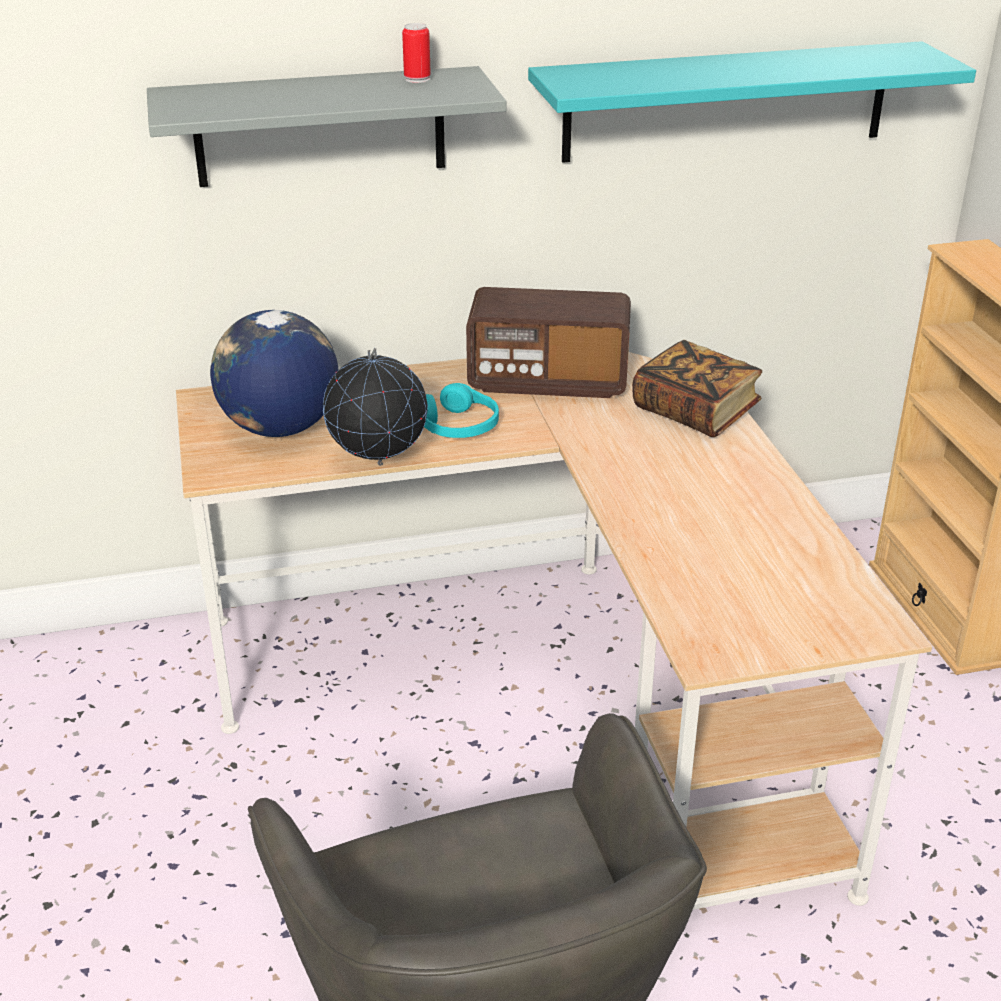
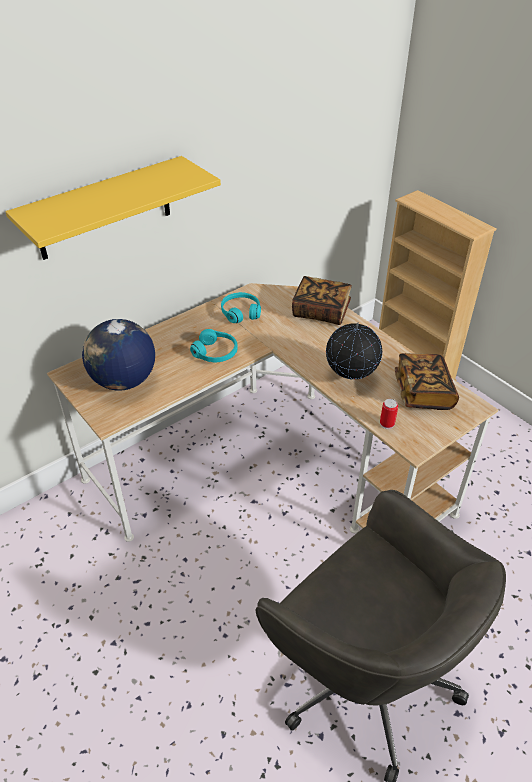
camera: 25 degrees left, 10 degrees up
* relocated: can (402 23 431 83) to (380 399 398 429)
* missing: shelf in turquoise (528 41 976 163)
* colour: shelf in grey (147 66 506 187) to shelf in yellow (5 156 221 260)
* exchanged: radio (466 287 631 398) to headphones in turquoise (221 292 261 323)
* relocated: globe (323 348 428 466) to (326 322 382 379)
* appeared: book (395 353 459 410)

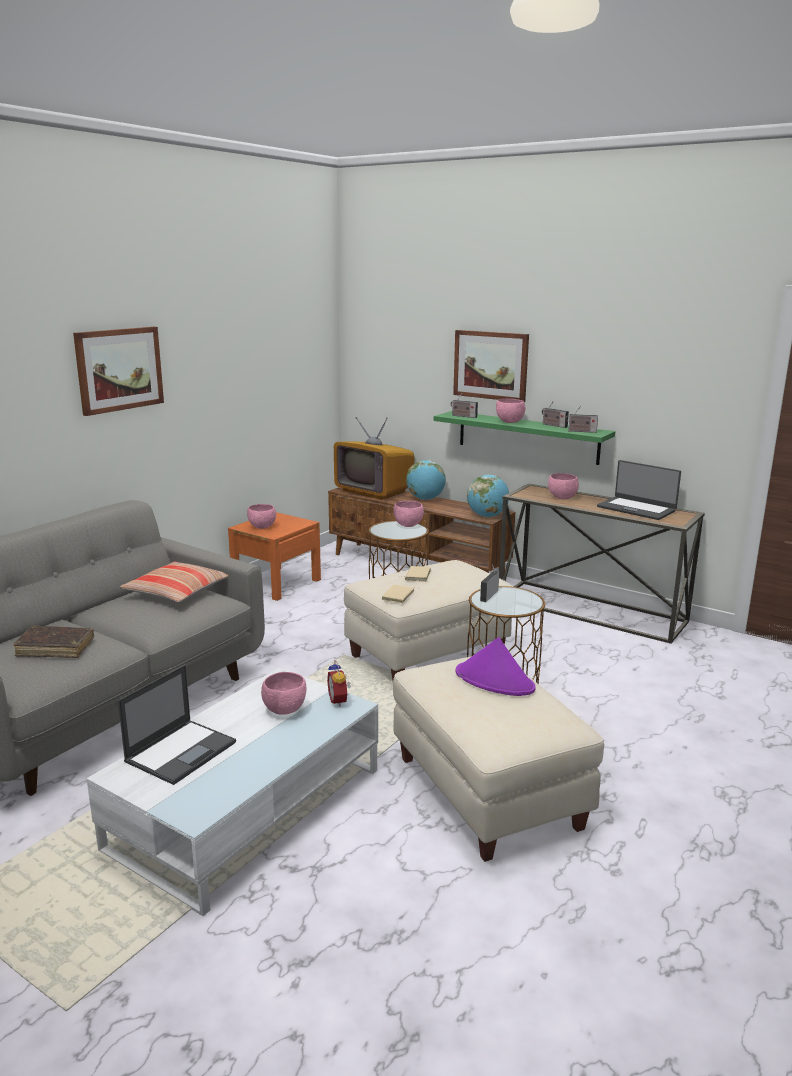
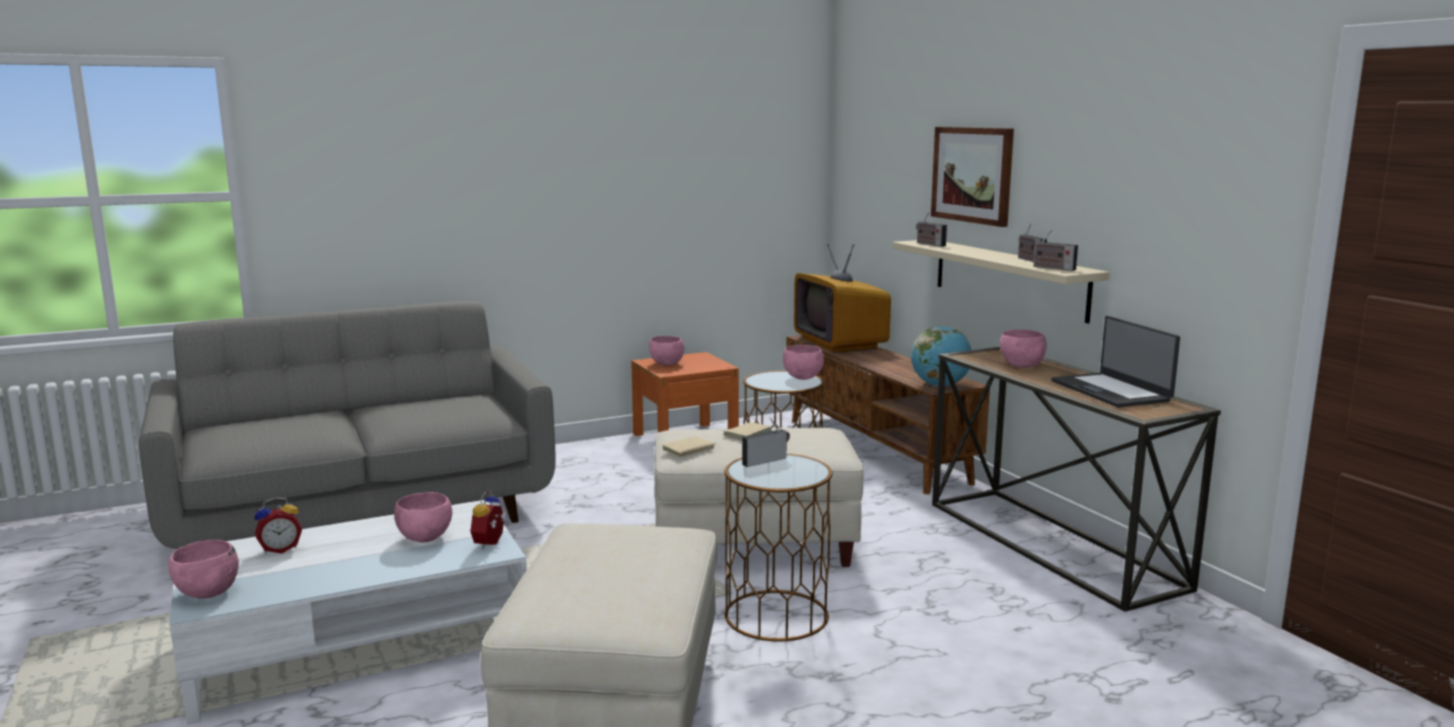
camera: 30 degrees right, 5 degrees down
* missing: picture (73 327 164 416)
* relocated: bowl in pink (496 399 526 423) to (168 540 239 599)
* colour: shelf in green (434 411 615 465) to shelf in beige (892 240 1110 324)
* missing: globe (406 460 446 500)
* missing: pillow (119 561 229 602)
* missing: book in brown (14 626 94 658)
* missing: hat in purple (456 637 536 696)
* exchanged: laptop (118 665 236 785) to alarm clock (255 497 302 554)

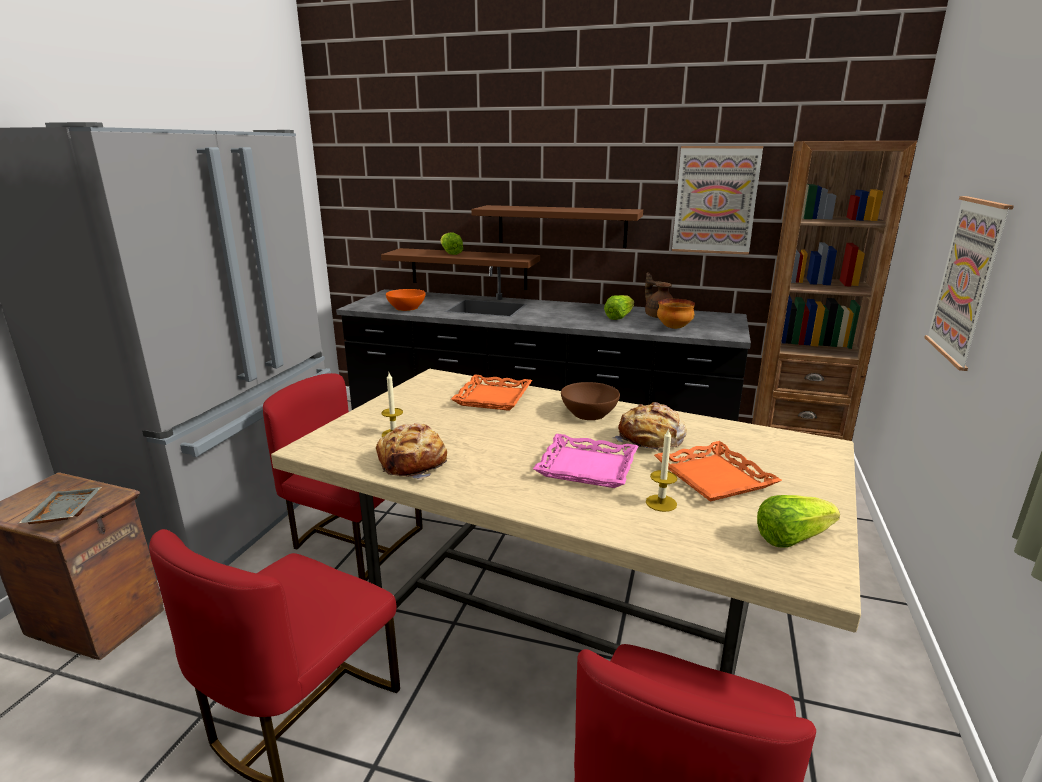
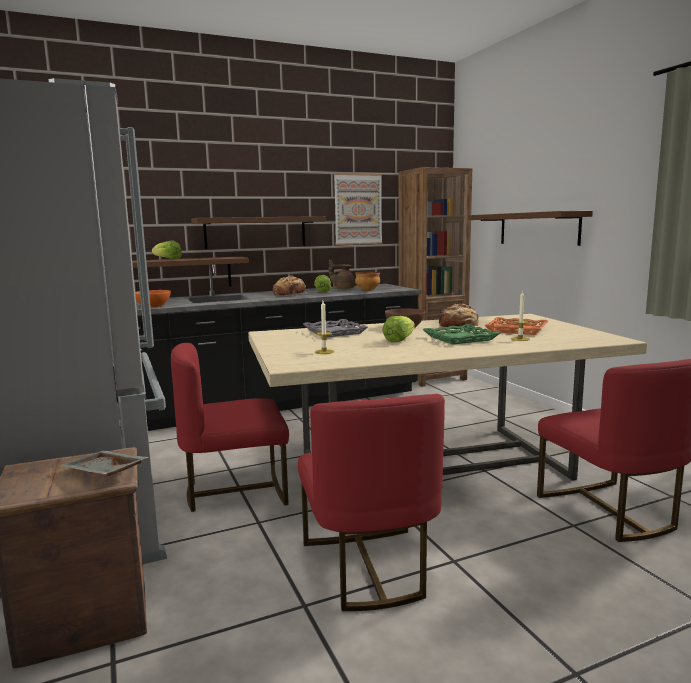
camera: 40 degrees left, 10 degrees down
* exchanged: picture (924 196 1014 371) to shelf in brown (469 211 593 246)
* colour: tray in orange (451 375 532 411) to tray in grey (303 319 368 337)
* relocated: bread (376 423 449 480) to (273 275 307 296)
* colour: tray in pink (533 434 638 488) to tray in green (422 324 500 345)
* relocated: lettuce (757 495 840 548) to (382 316 415 343)

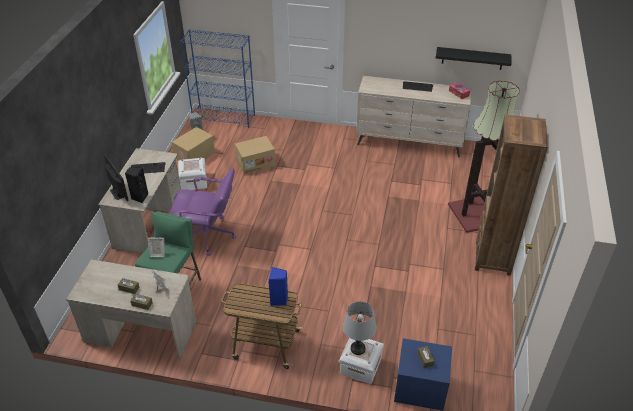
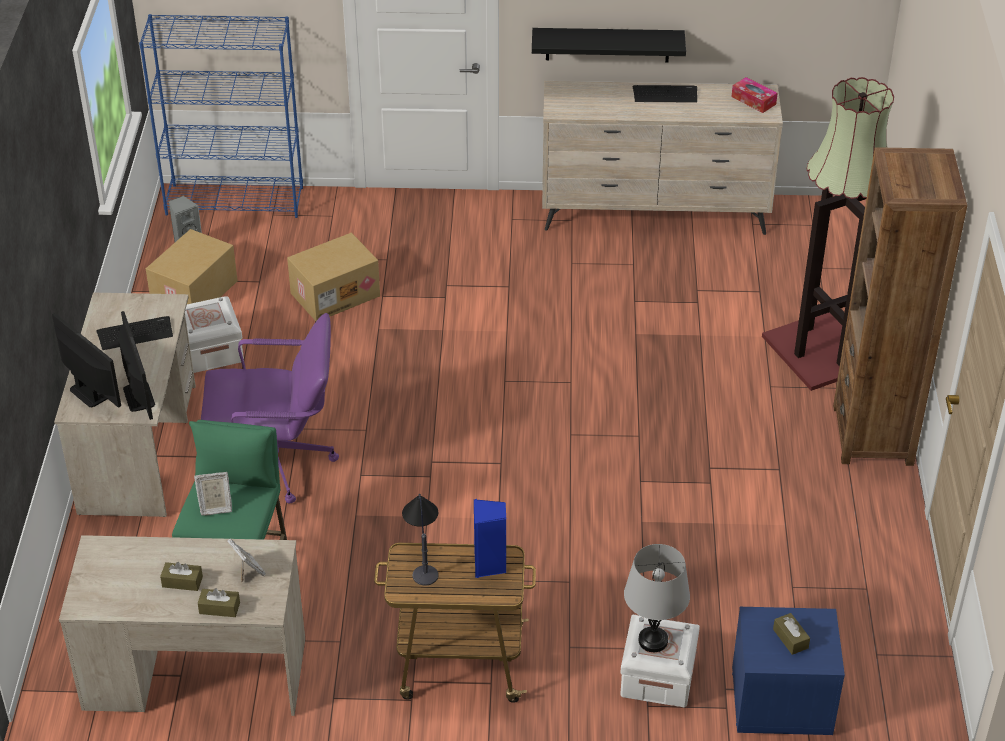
camera: 10 degrees left, 0 degrees up
* relocated: shelf in black (436 47 511 70) to (532 28 686 62)
* exchanged: speaker in black (125 167 148 203) to monitor (118 311 155 420)
* appeared: table lamp (402 494 439 585)

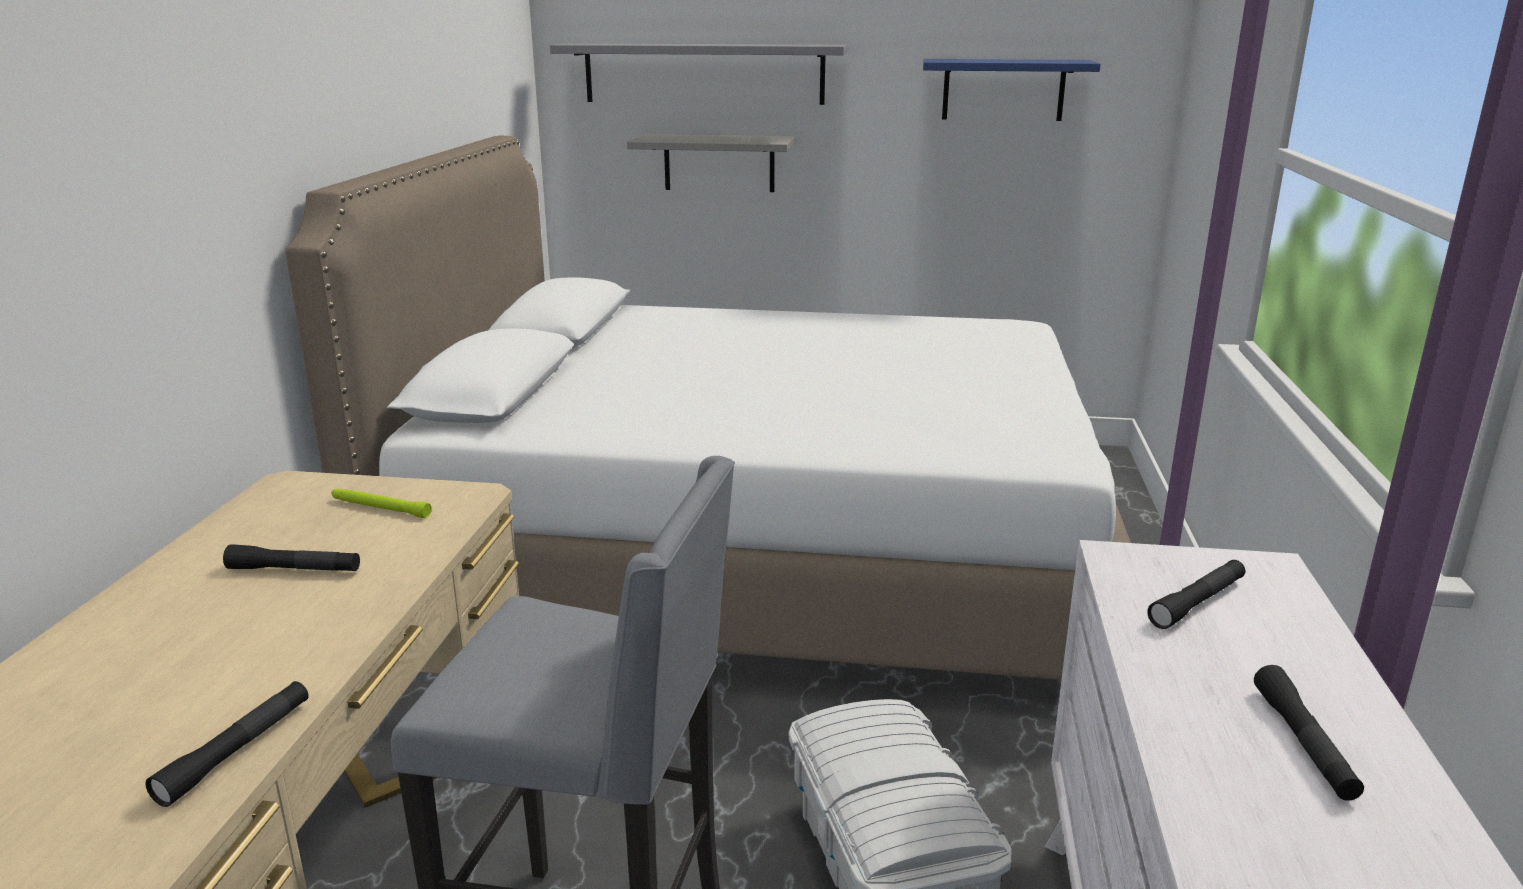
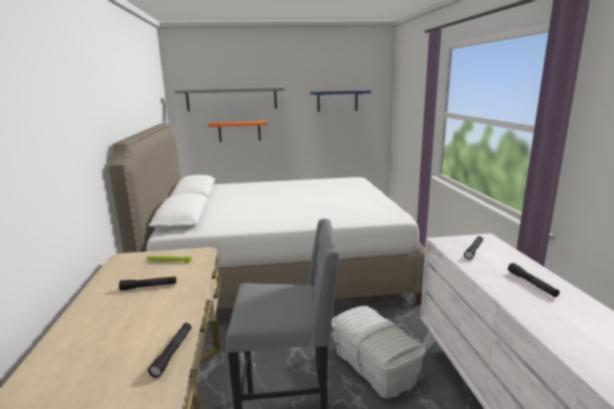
camera: 15 degrees left, 5 degrees down
* colour: shelf in grey (627 134 795 192) to shelf in orange (208 120 268 142)

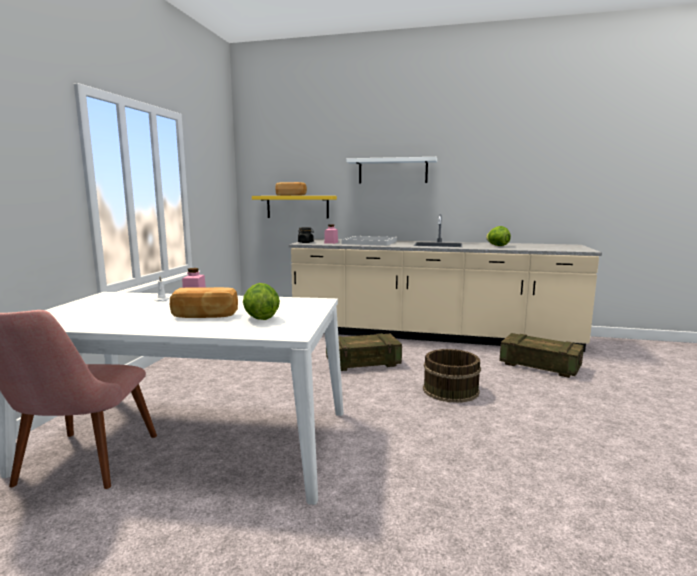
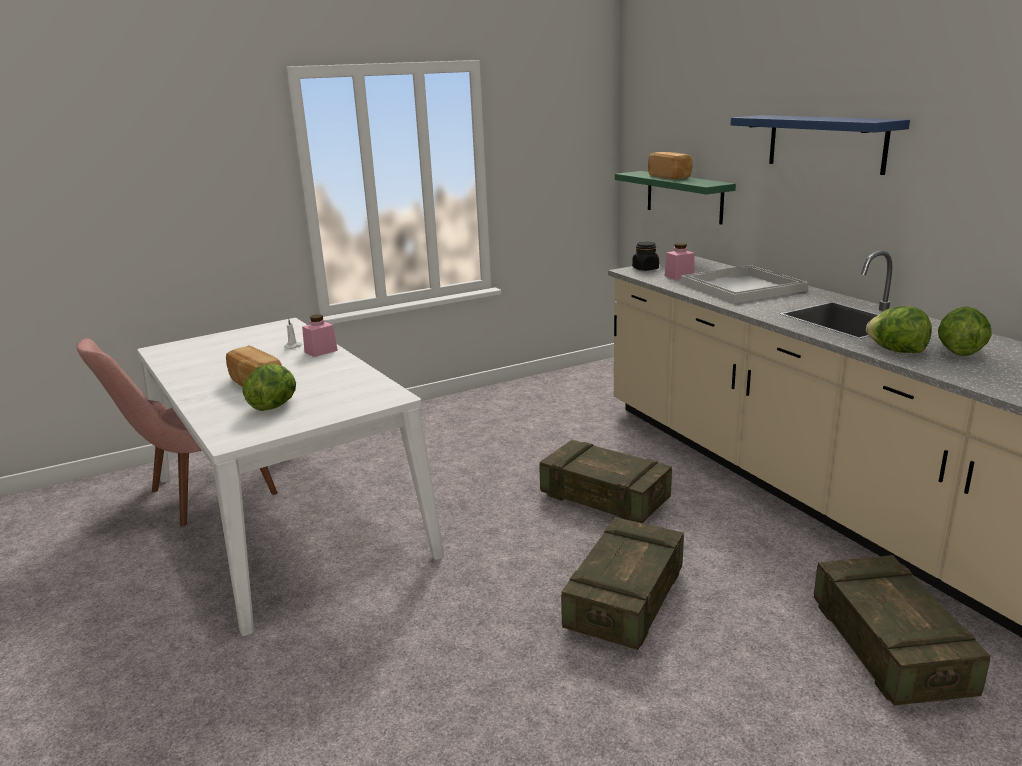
camera: 50 degrees right, 10 degrees up
* colour: shelf in white (346 157 437 184) to shelf in blue (731 115 910 175)
* colour: shelf in yellow (252 196 337 219) to shelf in green (615 171 736 225)
* exchanged: bucket in brown (423 349 481 403) to crate (561 517 684 650)
* appeared: lettuce (866 306 932 353)

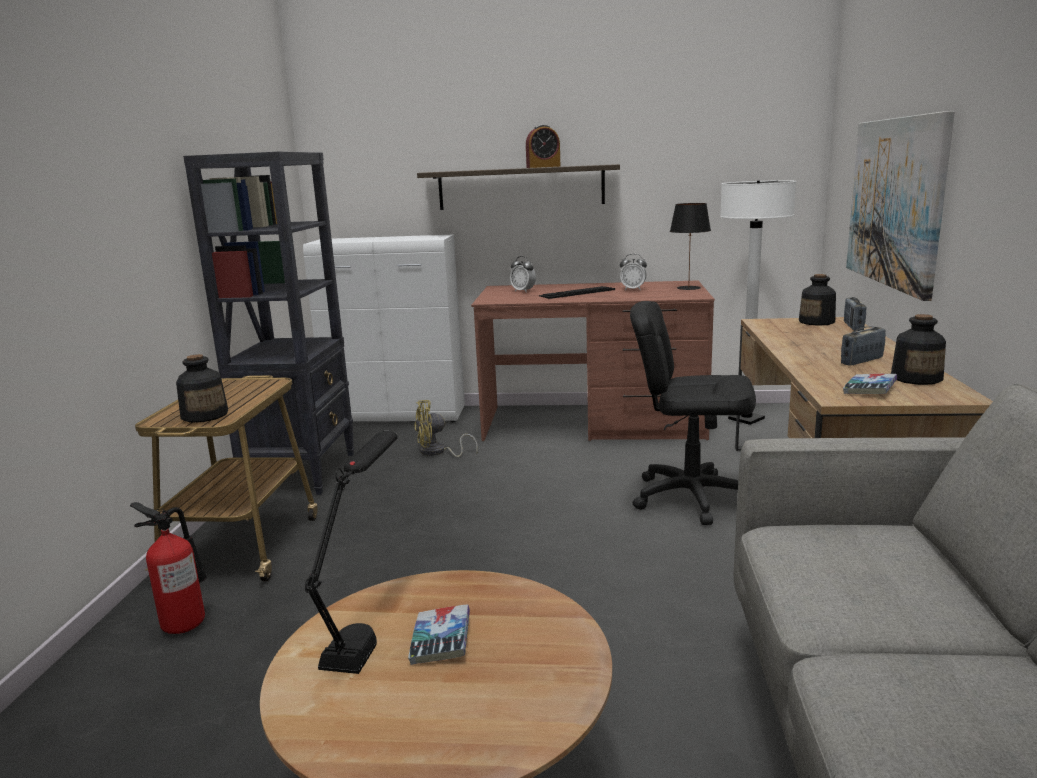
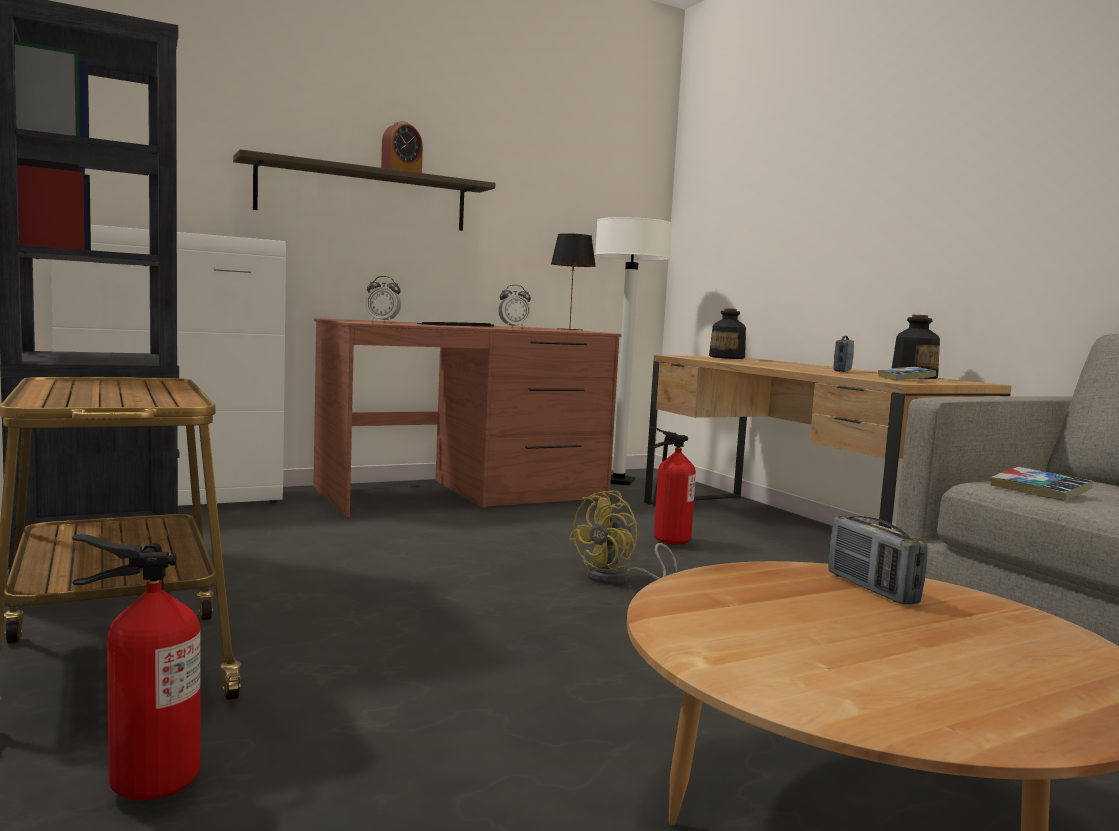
camera: 35 degrees left, 10 degrees down
* missing: picture (846 111 955 301)
* relocated: radio (844 297 866 331) to (829 516 927 604)
* exchanged: office chair in black (630 301 756 525) to fire extinguisher (648 426 696 545)
* missing: bottle (176 354 228 423)
* relocated: fan in yellow (414 400 478 457) to (568 490 677 584)
* missing: table lamp in black (305 431 398 674)
* relocated: book (408 604 470 665) to (991 467 1093 501)

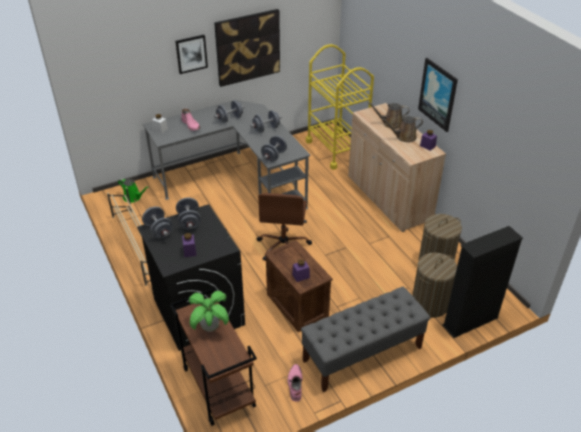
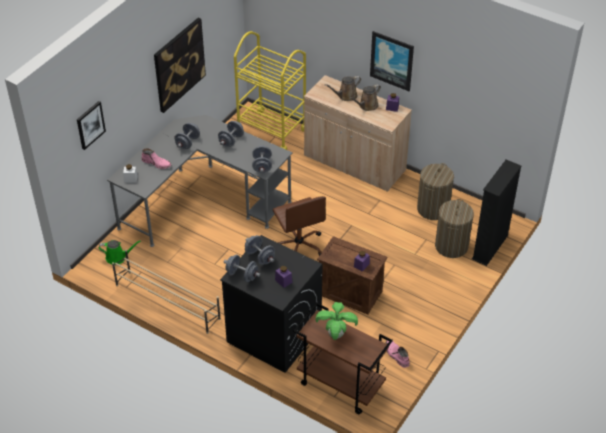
camera: 30 degrees left, 5 degrees up
* relocated: picture (175 35 208 74) to (77 101 106 150)
* missing: bench in grey (301 286 430 392)

